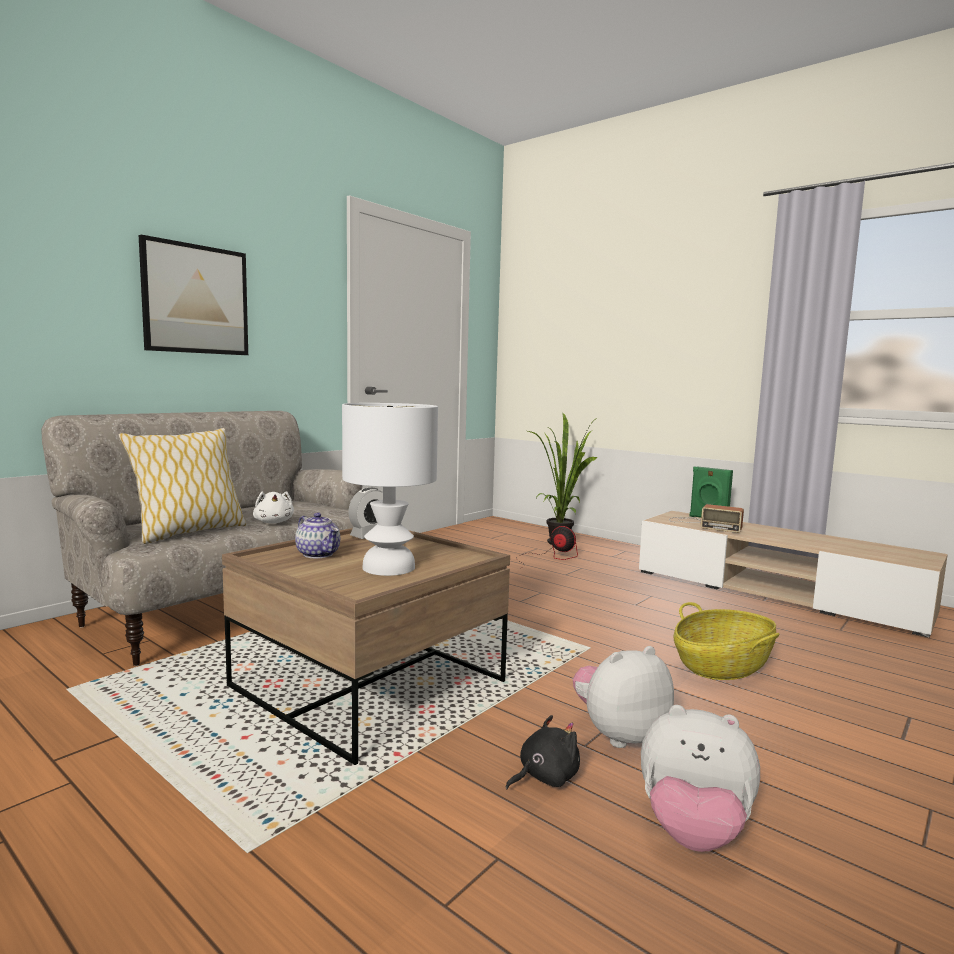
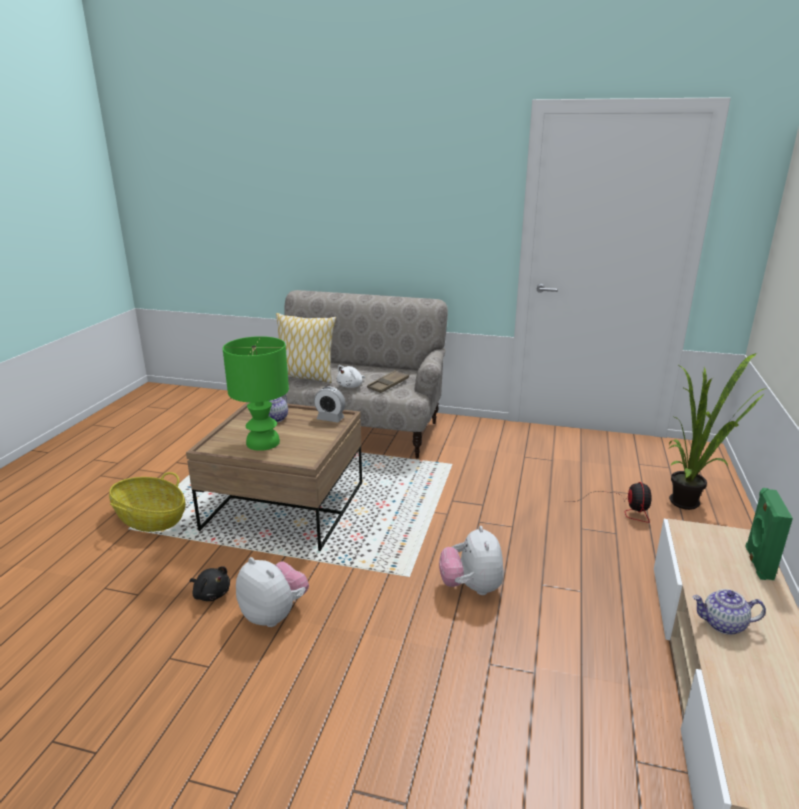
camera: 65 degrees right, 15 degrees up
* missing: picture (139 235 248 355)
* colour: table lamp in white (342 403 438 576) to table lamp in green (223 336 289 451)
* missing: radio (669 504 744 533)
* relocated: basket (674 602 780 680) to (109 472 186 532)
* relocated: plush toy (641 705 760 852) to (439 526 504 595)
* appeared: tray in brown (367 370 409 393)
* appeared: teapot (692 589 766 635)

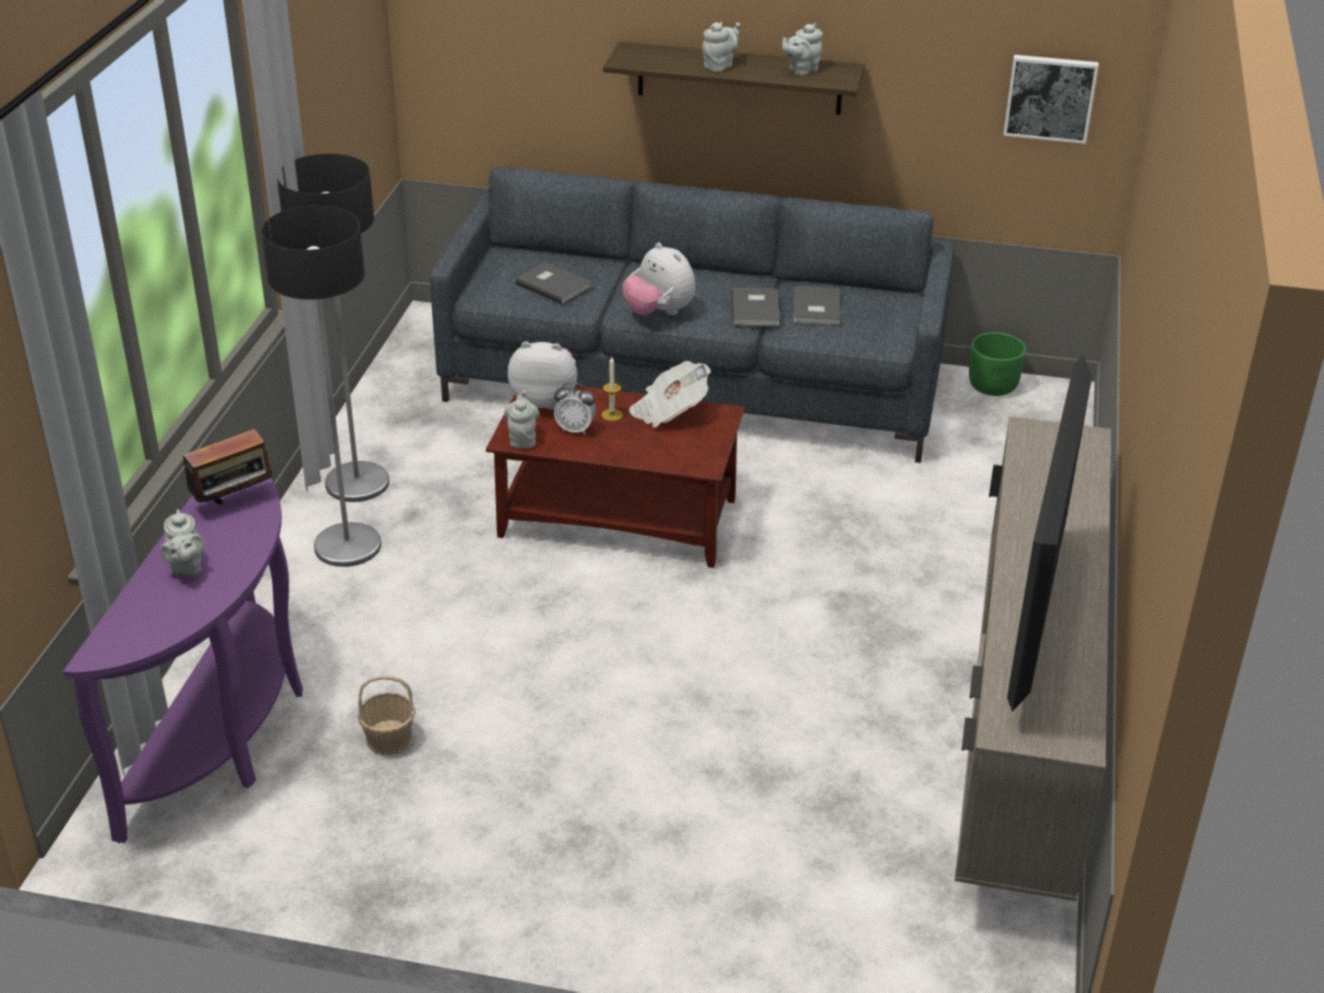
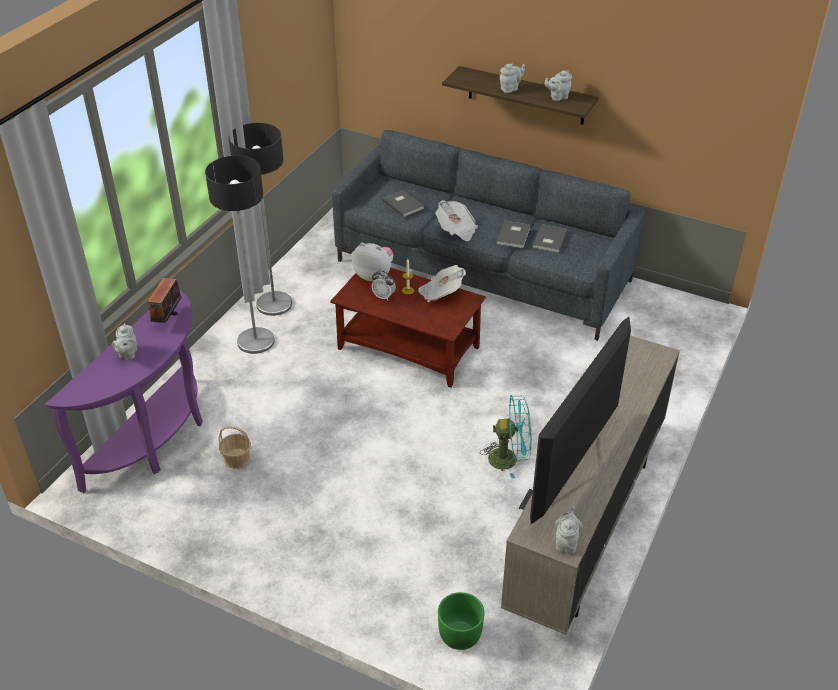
camera: 15 degrees right, 5 degrees up
* missing: picture (1003 55 1099 144)
* exchanged: plush toy (622 243 695 315) to newspaper (435 200 478 241)
* relocated: planter in green (969 332 1026 396) to (438 592 485 650)
* relocated: teapot in grey (504 390 540 448) to (555 506 583 554)
* spun: radio (183 429 277 508) = (148 278 181 323) 120 degrees clockwise
* appeared: fan in turquoise (480 395 532 478)

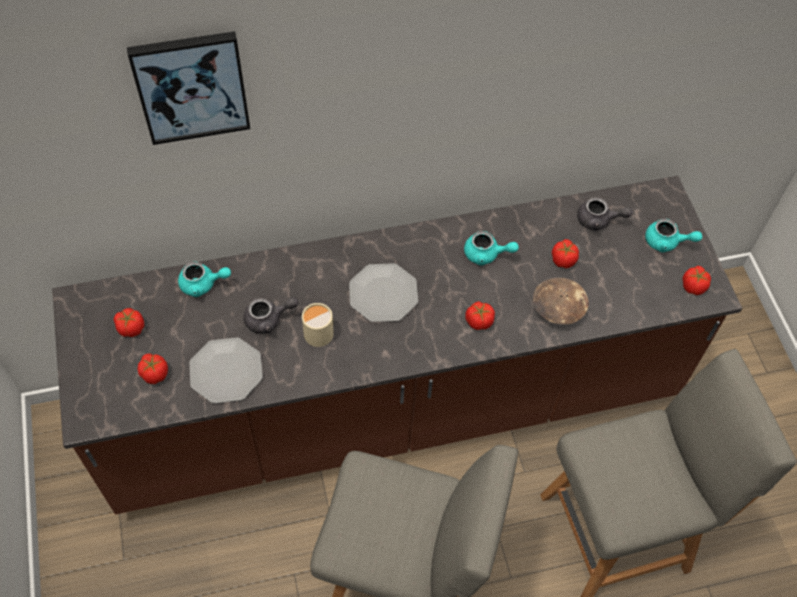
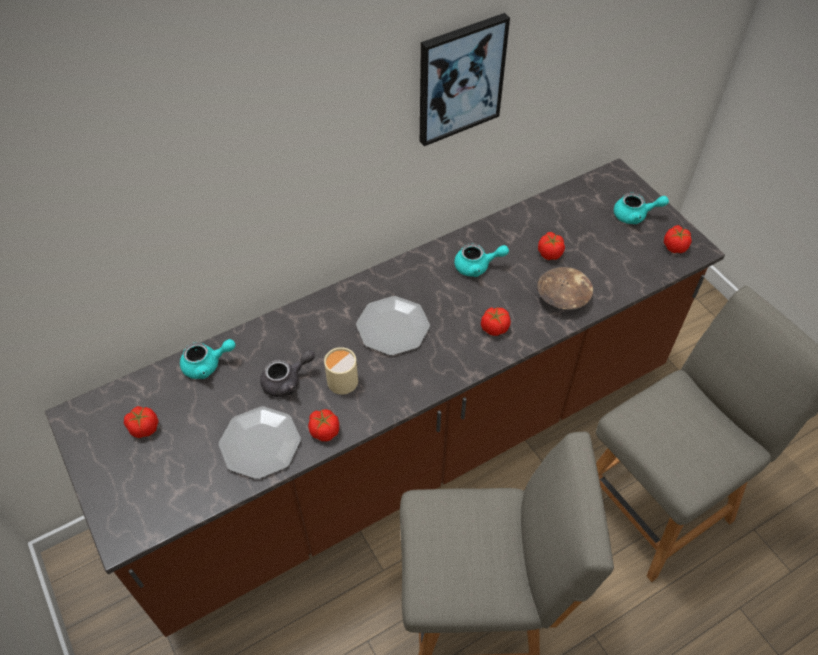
camera: 15 degrees left, 5 degrees down
* relocated: picture (127 31 250 145) to (420 13 510 146)
* missing: teapot in grey (577 197 633 231)
* relocated: tomato (137 353 168 384) to (308 409 339 441)

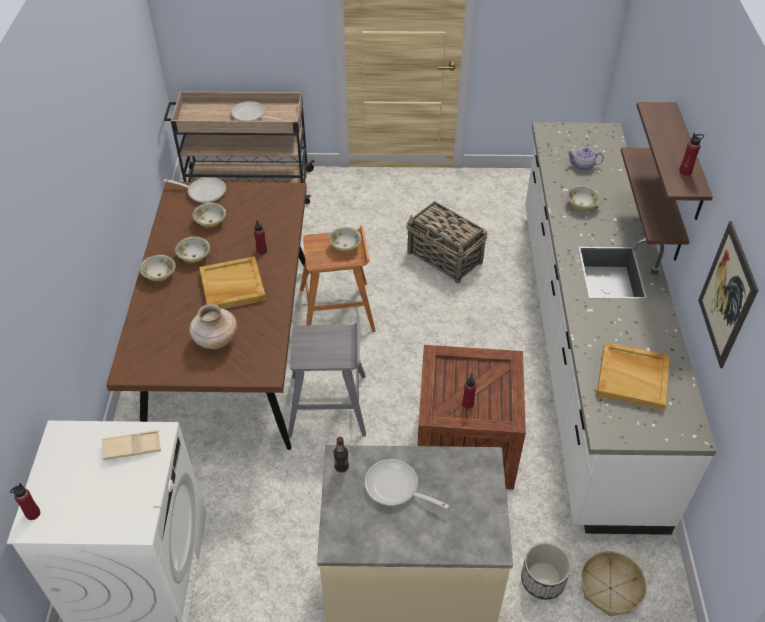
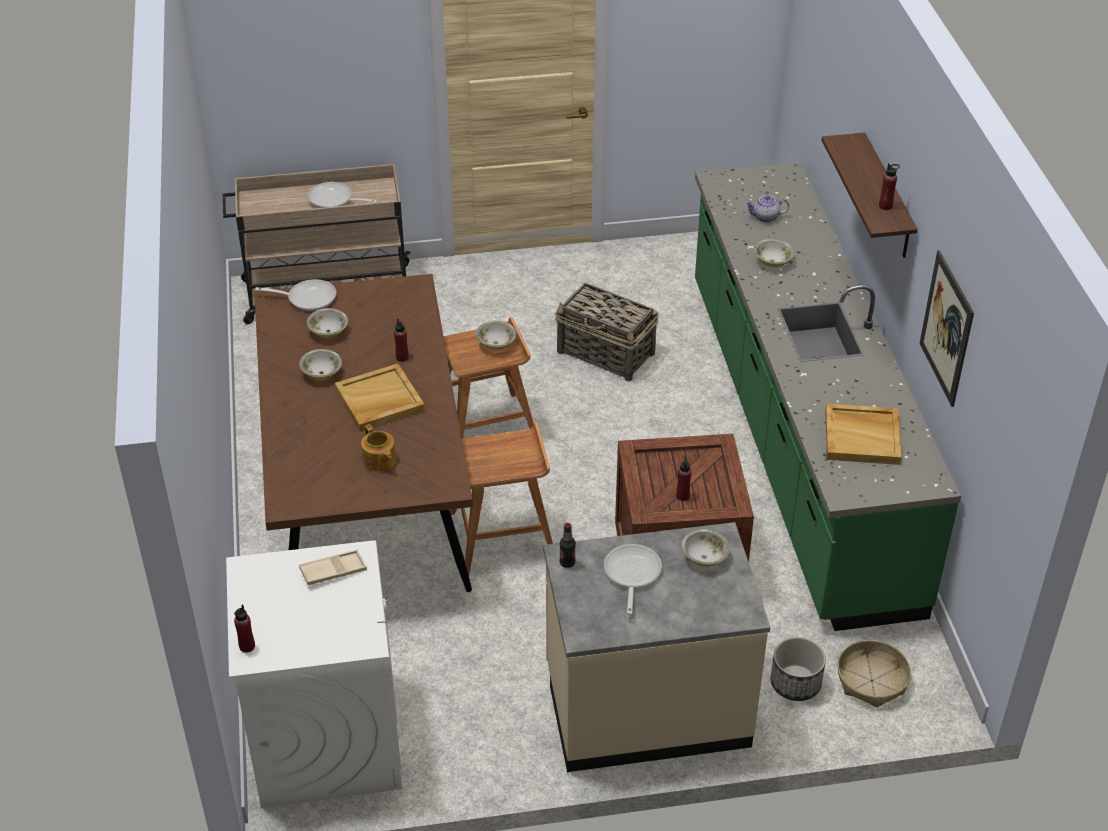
camera: 10 degrees left, 5 degrees down
* colour: counter in white (525 122 717 535) to counter in green (695 162 961 631)
* missing: shelf (621 148 690 261)
* relocated: bowl (140 255 176 281) to (682 529 730 567)
* exchanged: vase in beige (189 304 237 349) to teapot (361 424 396 472)
* colour: stool in grey (288 320 366 438) to stool in brown (450 423 553 575)
* spun: frying pan (365 459 449 509) = (604 544 662 615) 75 degrees clockwise

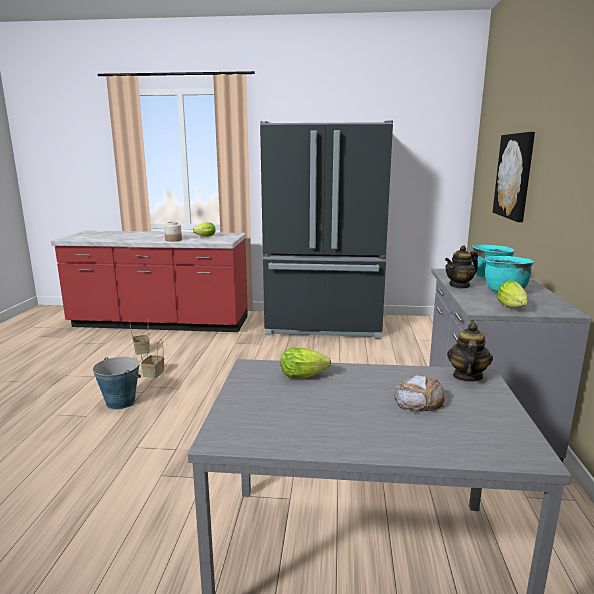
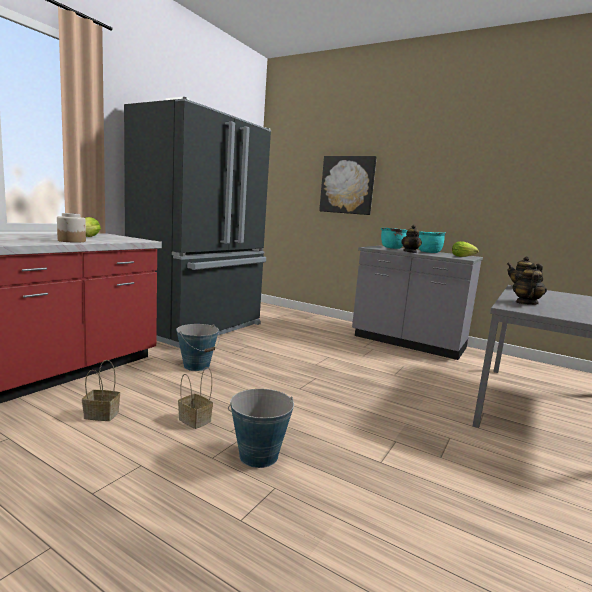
camera: 65 degrees left, 5 degrees down
* exchanged: lettuce (281 347 331 378) to teapot (513 264 547 305)
* missing: bread (394 375 445 412)
* appeared: bucket (176 324 220 371)

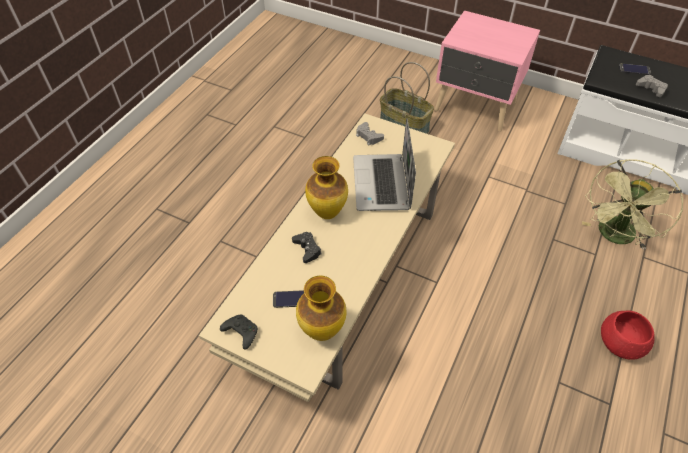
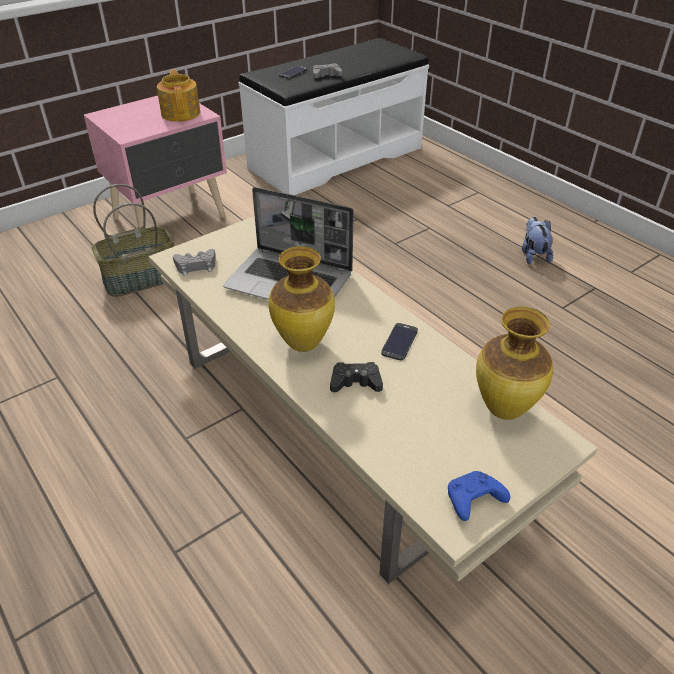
camera: 65 degrees left, 10 degrees down
* missing: fan in green (582 159 683 250)
* relocated: phone (273 290 304 308) to (381 323 418 360)
* exchanged: bowl in red (601 311 655 360) to plush toy (522 217 553 265)
* colour: game controller in black (220 314 258 350) to game controller in blue (448 471 510 521)
* appeared: teapot (157 69 200 122)

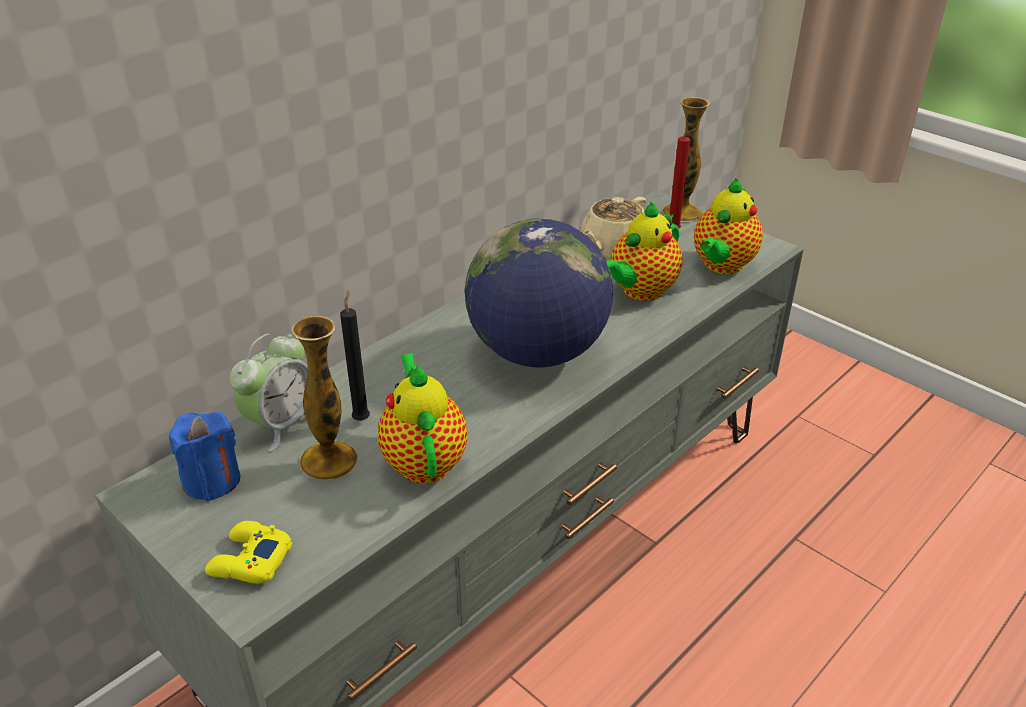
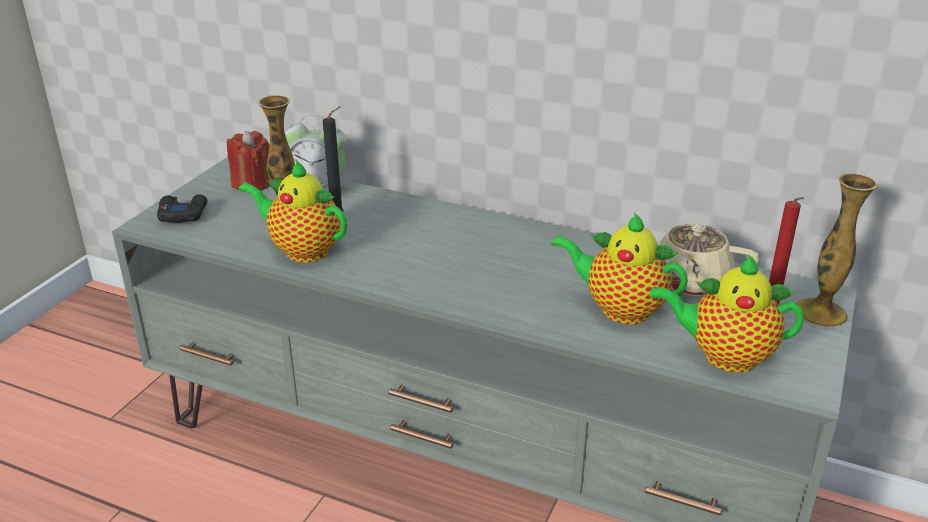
camera: 70 degrees right, 5 degrees down
* missing: globe (465 218 613 367)
* spun: teapot (378 354 467 484) = (238 159 347 262) 120 degrees counterclockwise
* colour: candle in blue (169 412 240 501) to candle in red (227 131 270 192)
* colour: game controller in yellow (205 521 292 584) to game controller in black (157 194 207 223)

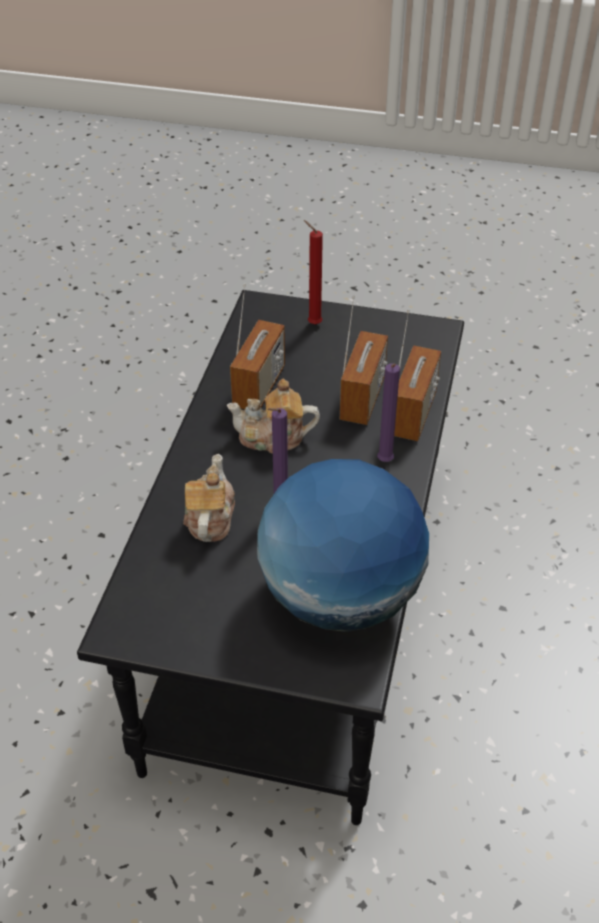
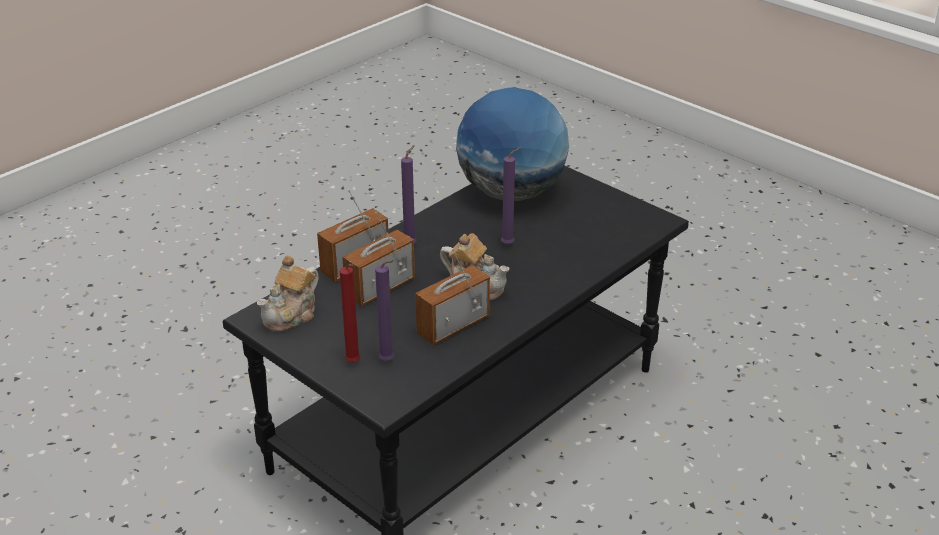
camera: 150 degrees left, 10 degrees down
* relocated: teapot (183 454 235 542) to (257 255 319 332)
* appeared: candle in purple (375 260 394 361)

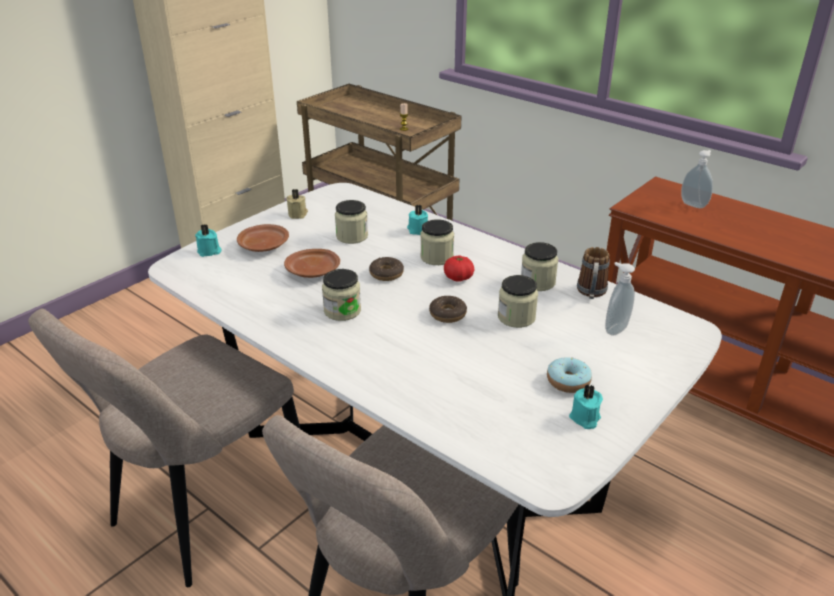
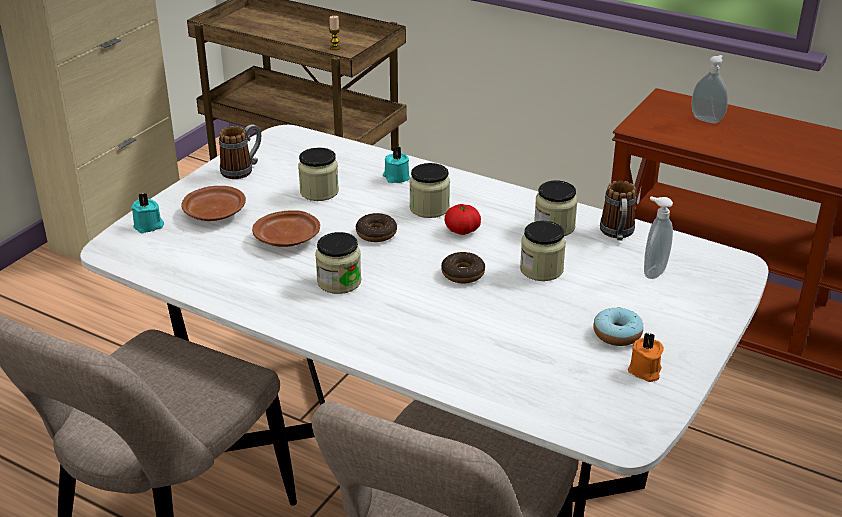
camera: 10 degrees left, 0 degrees up
* exchanged: candle in beige (286 189 308 219) to mug (219 124 261 179)
* colour: candle in turquoise (569 384 603 429) to candle in orange (628 332 664 382)

